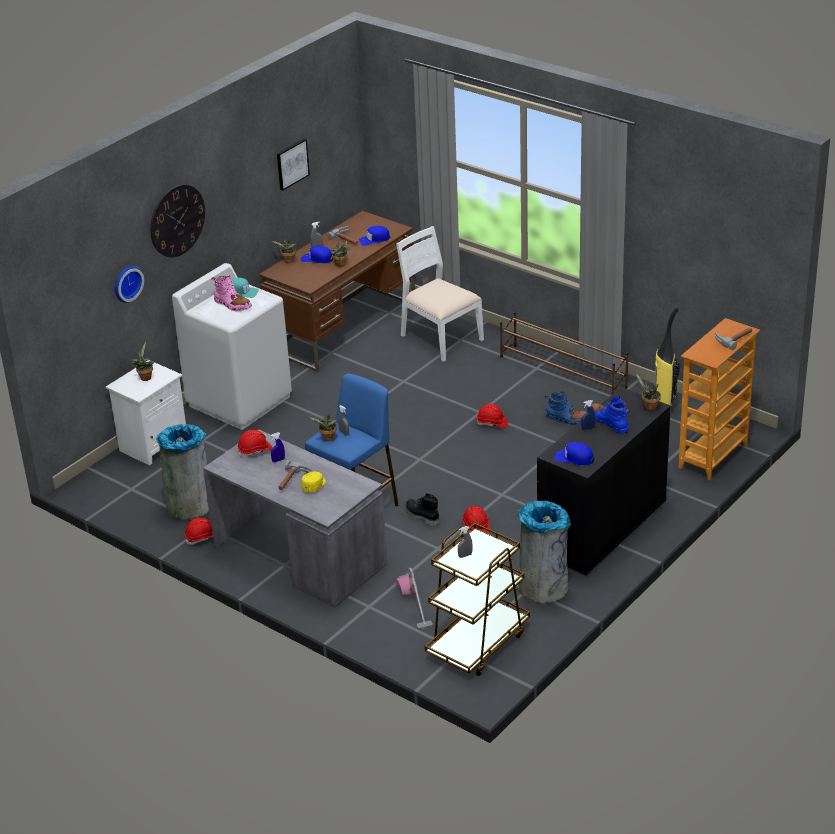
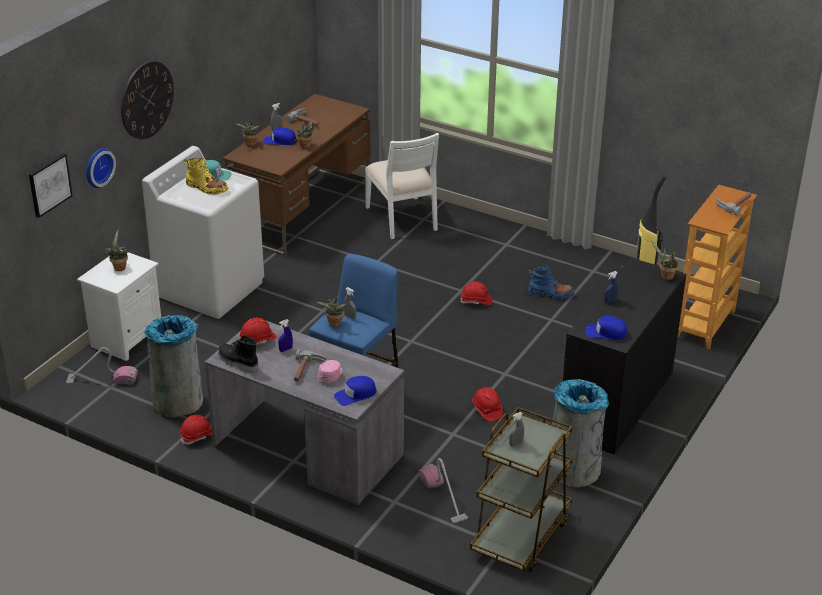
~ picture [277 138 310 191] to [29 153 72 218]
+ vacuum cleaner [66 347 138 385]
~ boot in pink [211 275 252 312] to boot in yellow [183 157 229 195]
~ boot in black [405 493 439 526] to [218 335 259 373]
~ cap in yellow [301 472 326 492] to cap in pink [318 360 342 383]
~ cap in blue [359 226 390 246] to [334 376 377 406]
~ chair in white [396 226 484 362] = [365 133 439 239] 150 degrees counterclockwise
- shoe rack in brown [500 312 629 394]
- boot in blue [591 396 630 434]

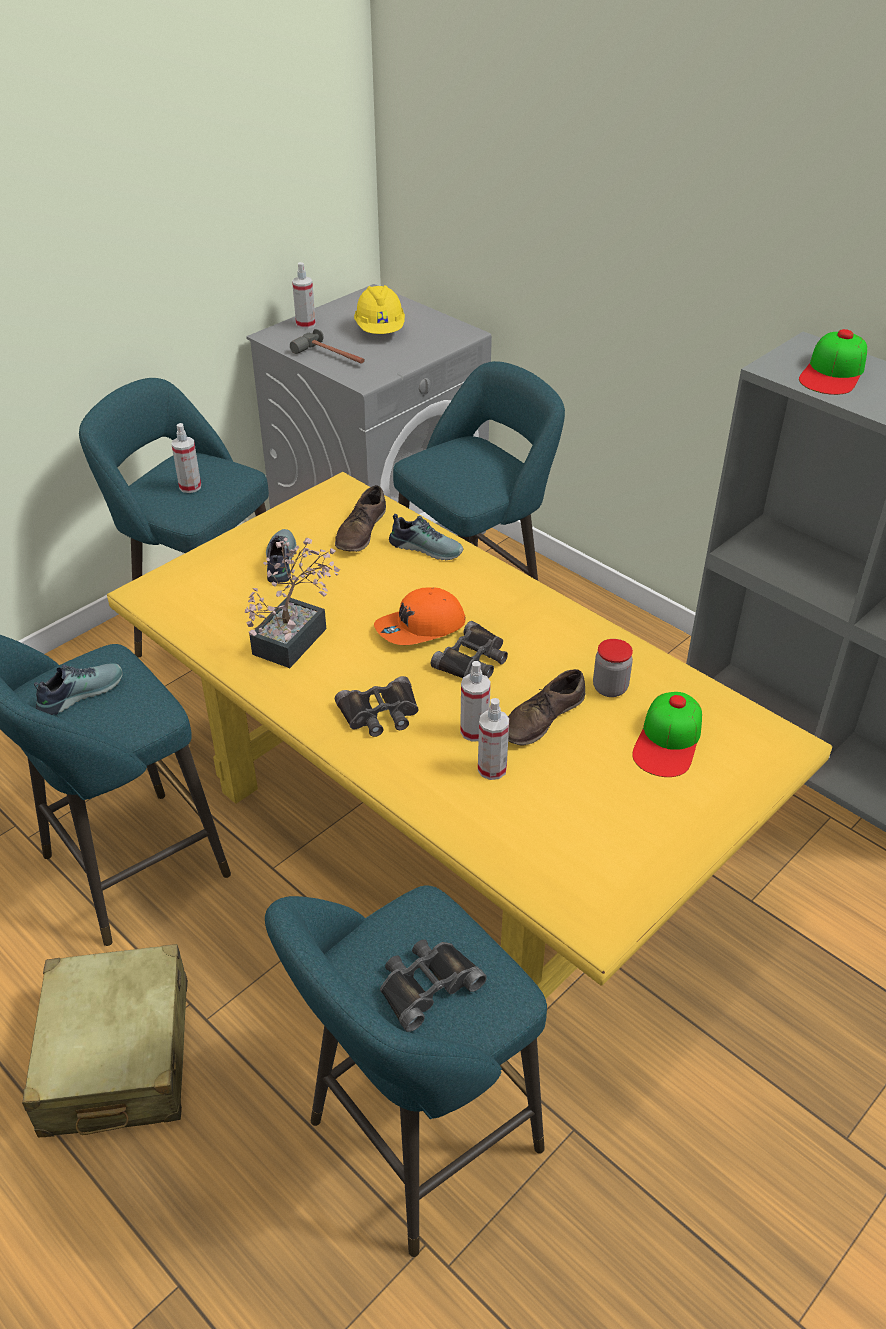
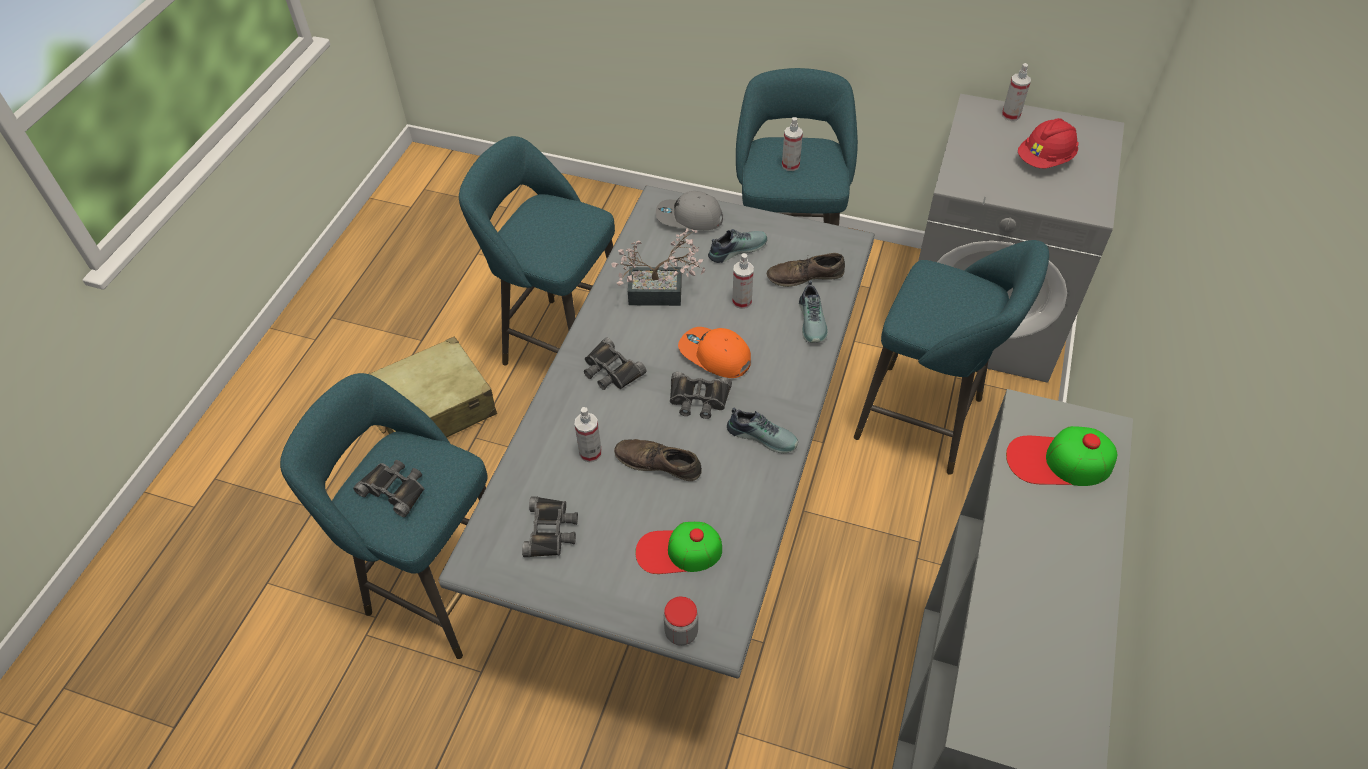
~ dining table in yellow [107 472 832 999] to dining table in grey [438 185 875 679]
+ binoculars in black [522 496 578 557]
+ cap in grey [656 191 723 230]
~ jar [593 639 633 697] to [664 596 698 646]
~ shoe [34 663 123 715] to [727 408 798 453]
~ spray bottle [460 661 491 742] to [732 253 754 309]
~ hard hat in yellow [354 285 405 334] to hard hat in red [1018 118 1079 168]
- hammer [290 329 365 364]

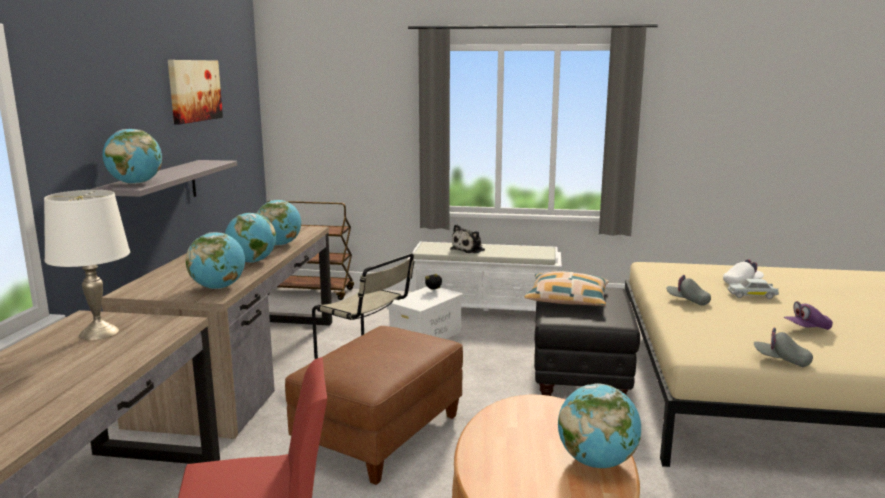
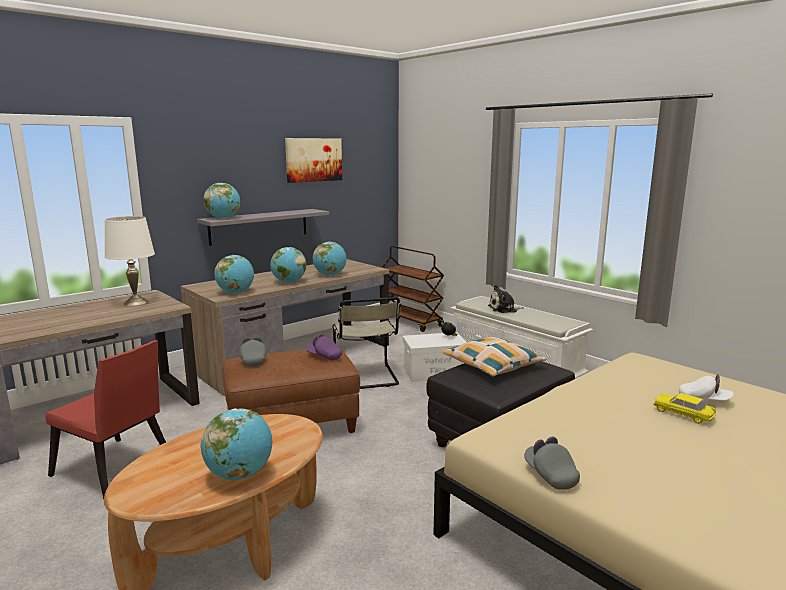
~ cap in grey [666 275 711 306] to [239 337 267 366]
~ cap in purple [784 301 833 330] to [306 333 342 360]
~ toy car in white [728 279 779 299] to toy car in yellow [653 393 716 424]

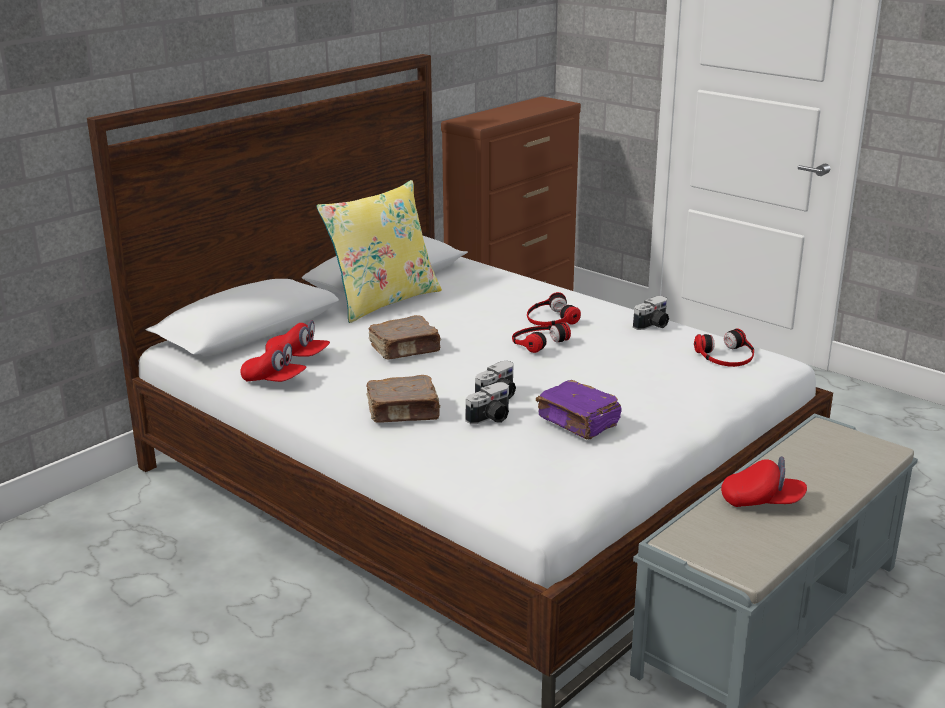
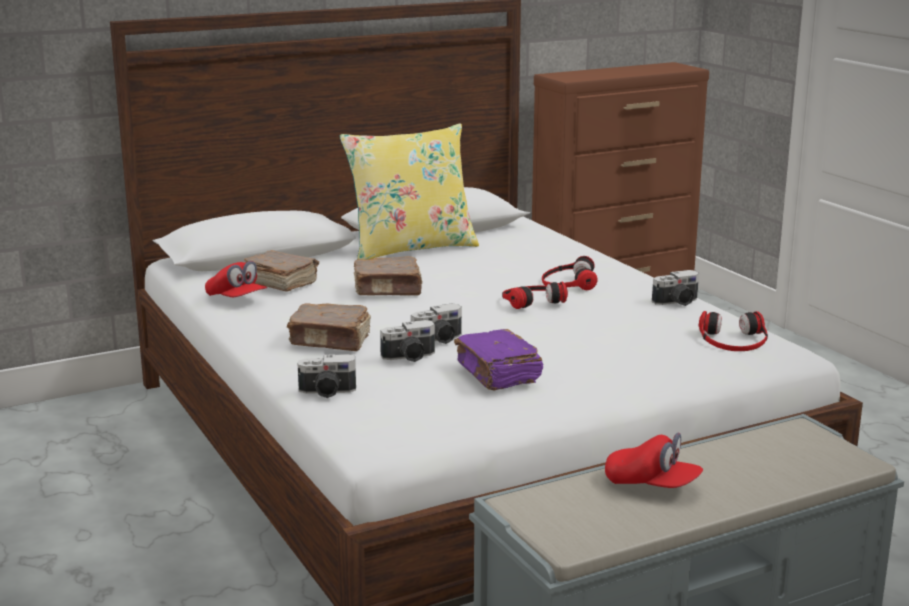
~ cap in red [265 320 330 357] to book in brown [244 250 319 292]
+ photo camera [298 354 356 398]

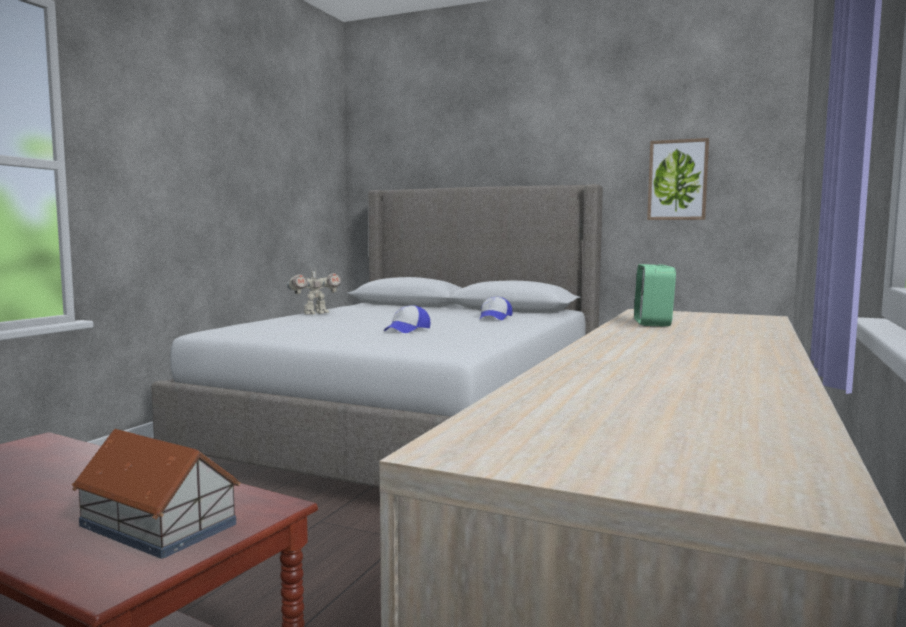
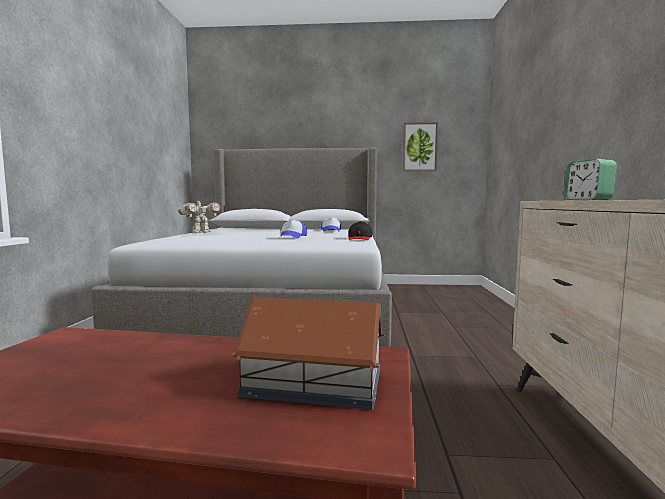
+ cap in black [348 221 372 240]

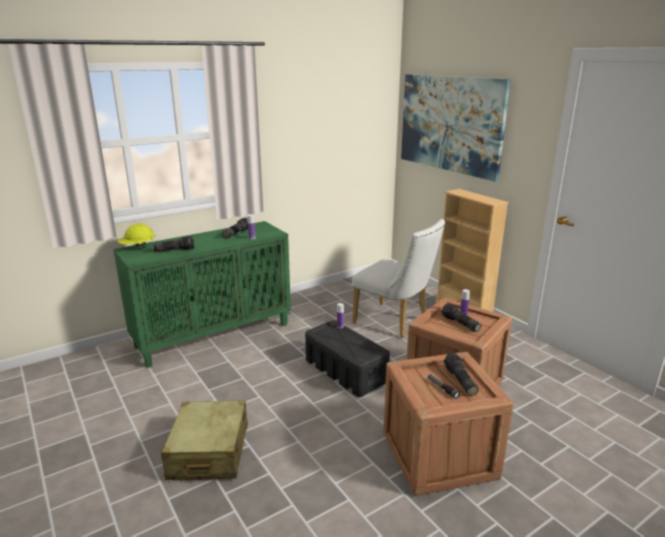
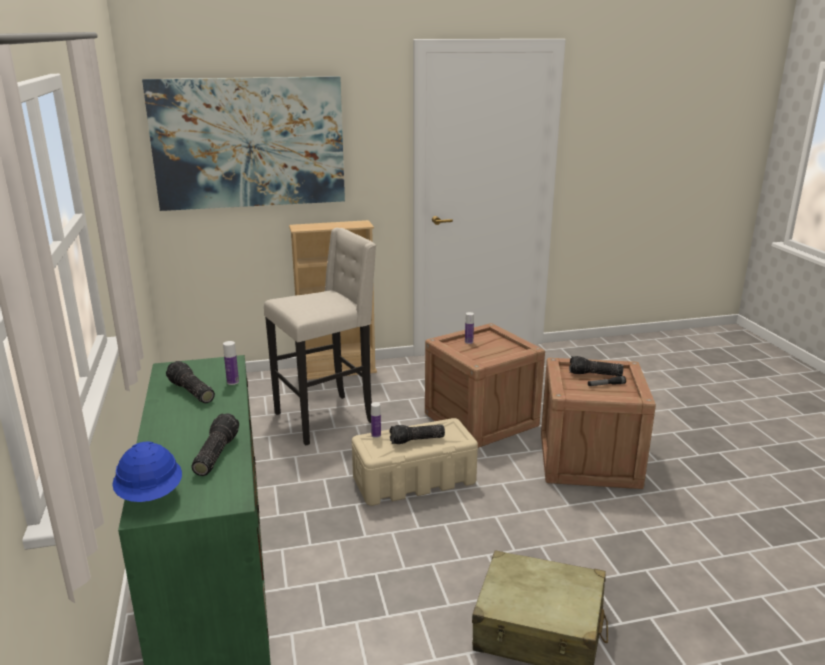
~ hard hat in yellow [118 224 155 249] to hard hat in blue [112 442 182 502]
~ chair in white [352 219 445 338] to stool in beige [264 228 376 445]
~ storage box in black [305 320 390 397] to storage box in beige [352 418 478 506]
~ flashlight [441 303 482 332] to [390 424 445 444]

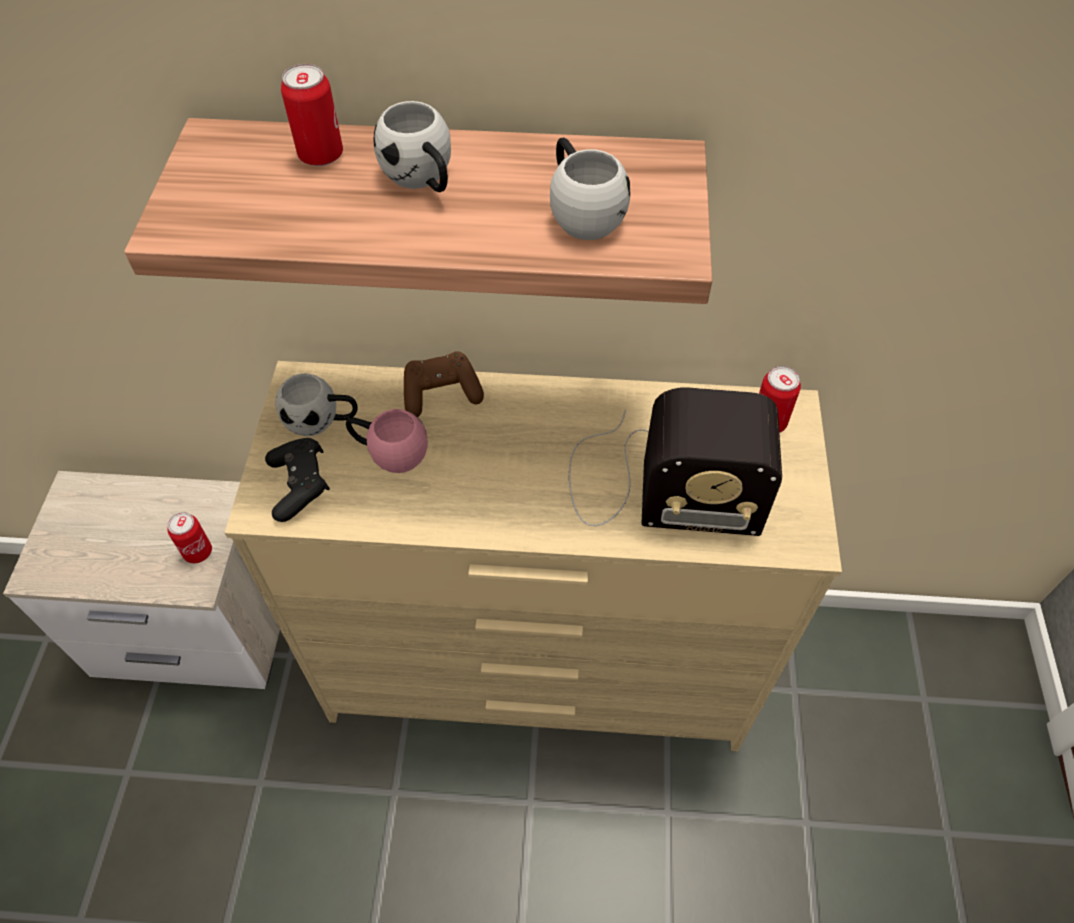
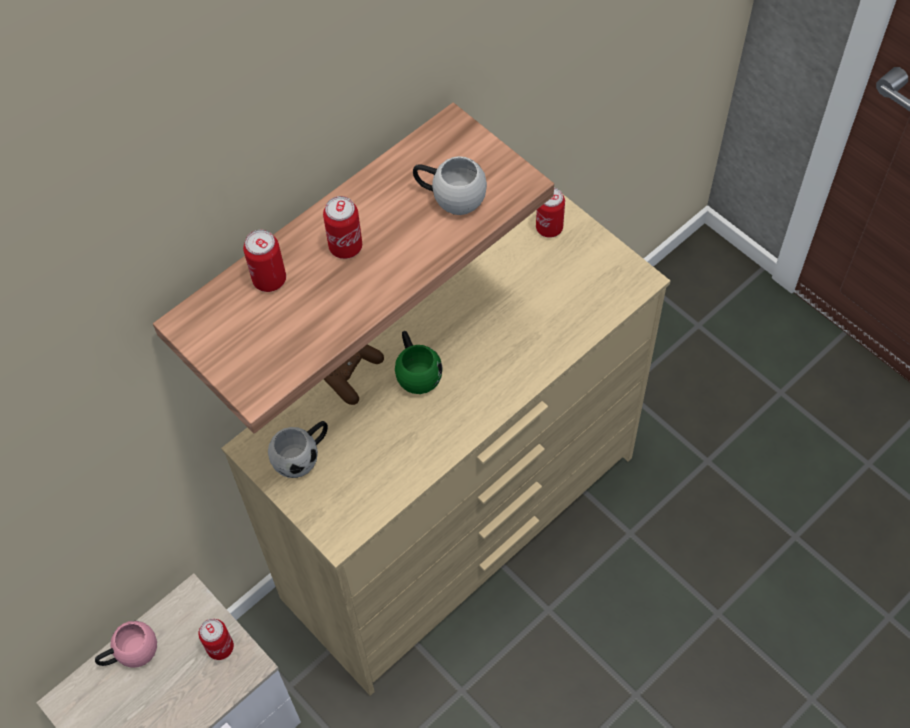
~ mug in pink [346 409 428 473] to [95 621 157 668]
~ mug in white [374 101 451 192] to can [323 196 362 259]
+ mug in green [395 331 442 394]
- game controller in black [265 438 330 522]
- radio [569 387 782 536]

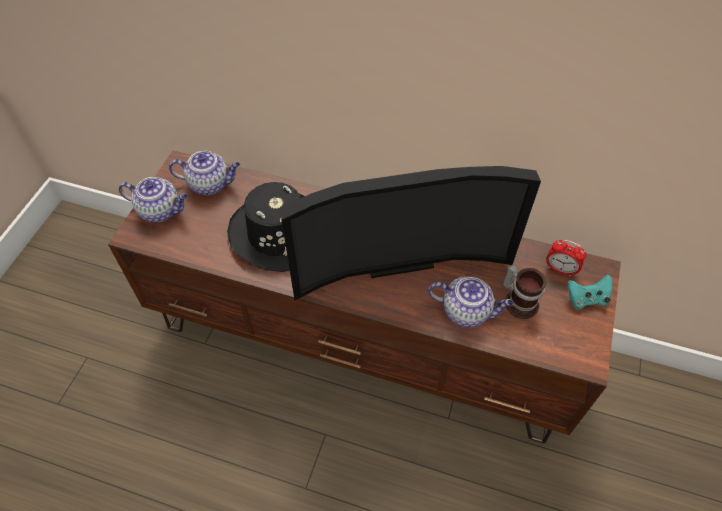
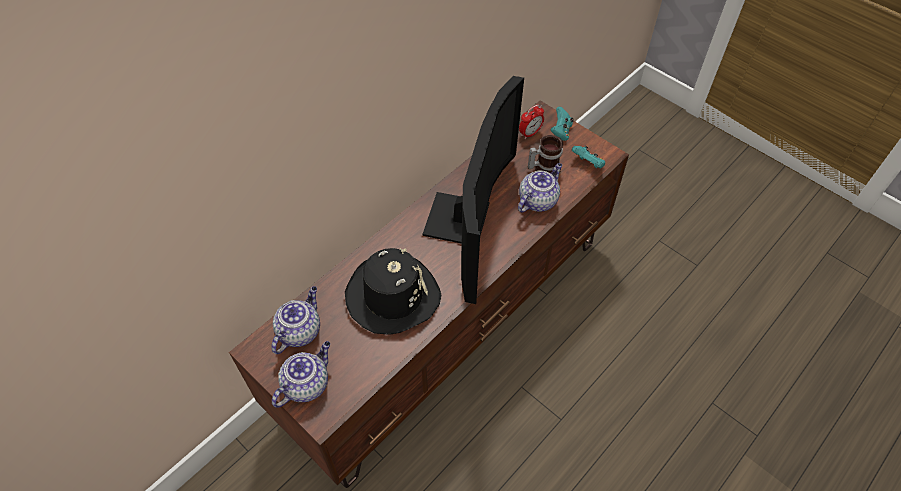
+ game controller in turquoise [572 146 605 168]

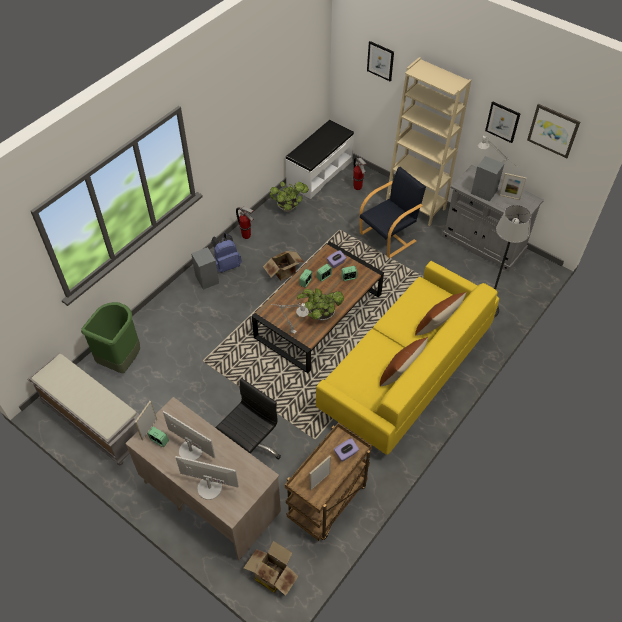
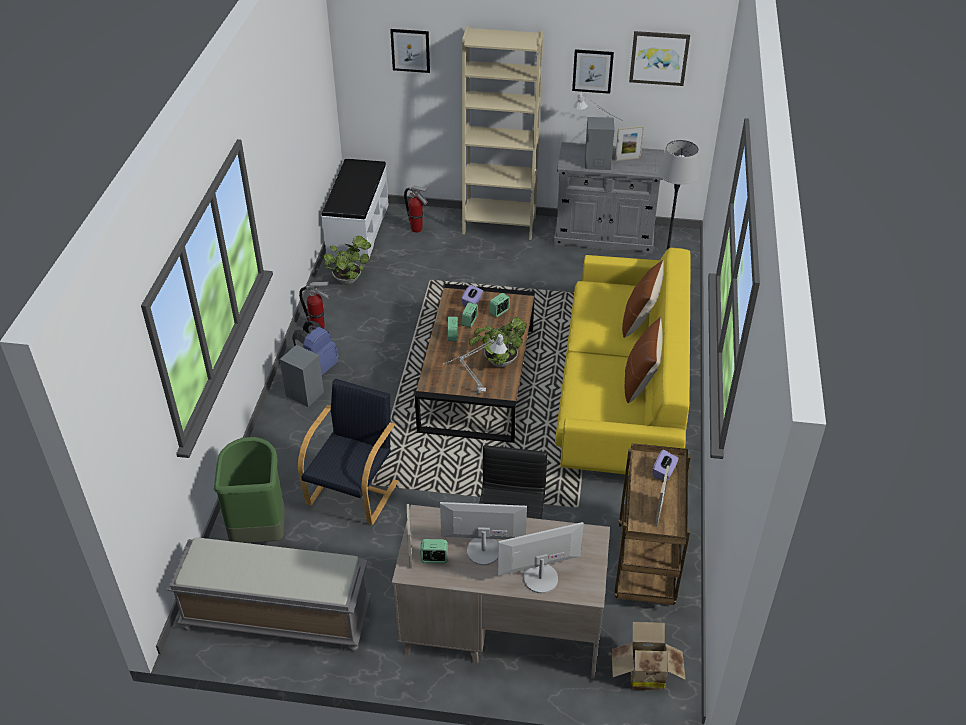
~ armchair in black [360 167 426 258] to [298 378 398 525]
- cardboard box [263 251 305 281]

